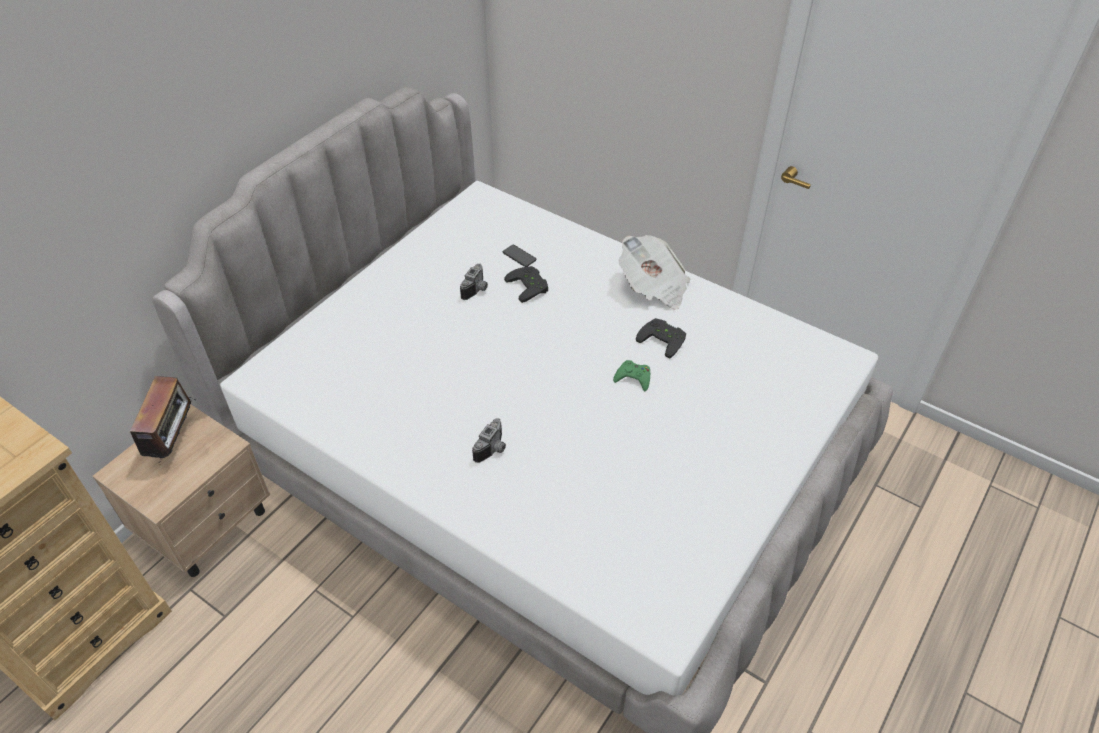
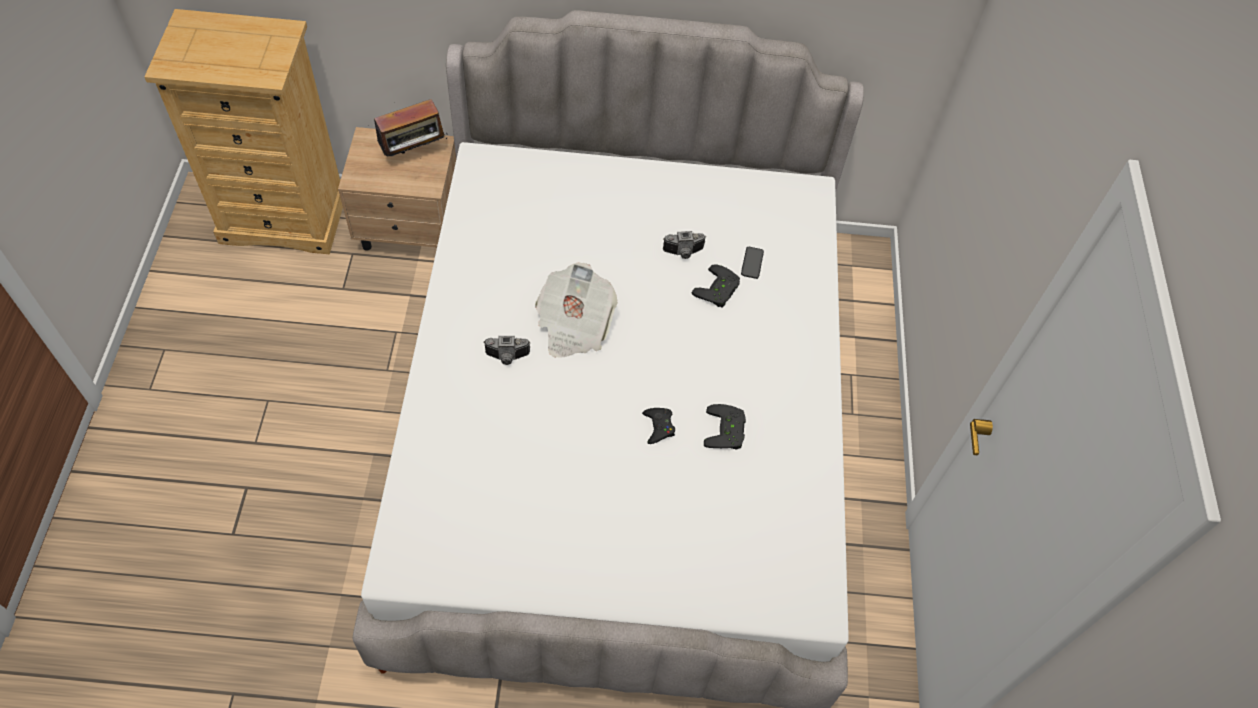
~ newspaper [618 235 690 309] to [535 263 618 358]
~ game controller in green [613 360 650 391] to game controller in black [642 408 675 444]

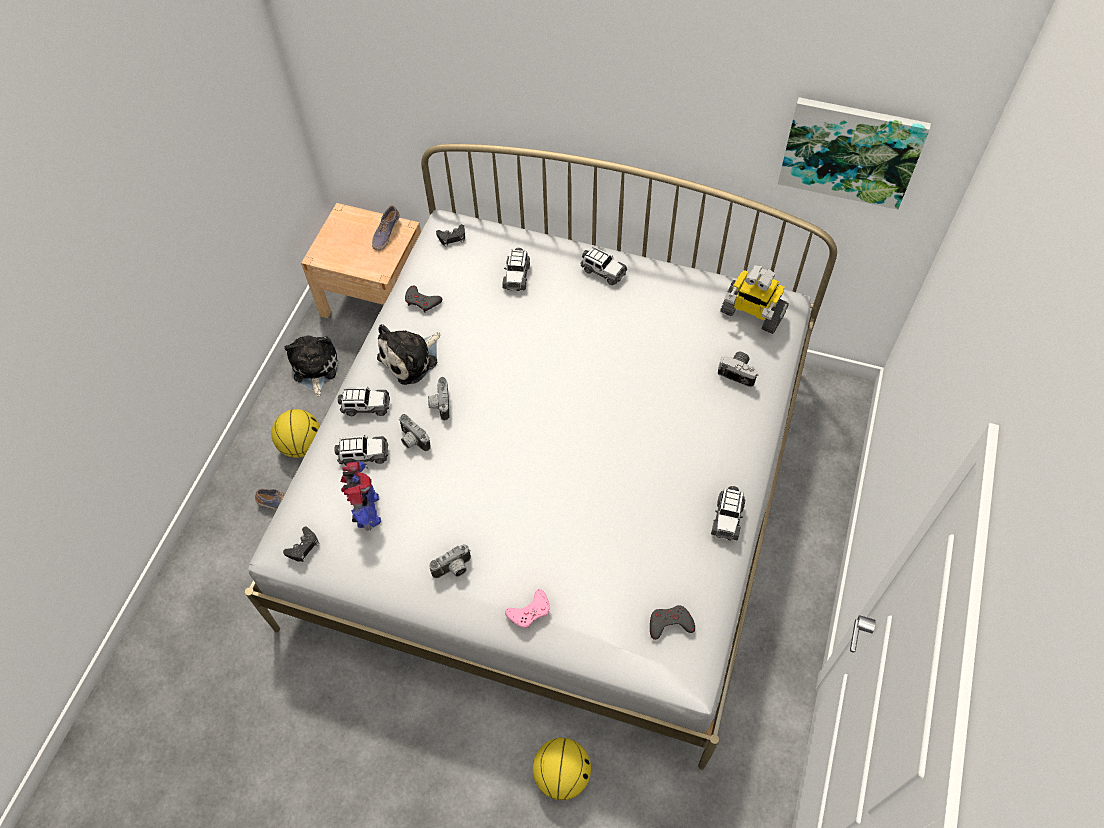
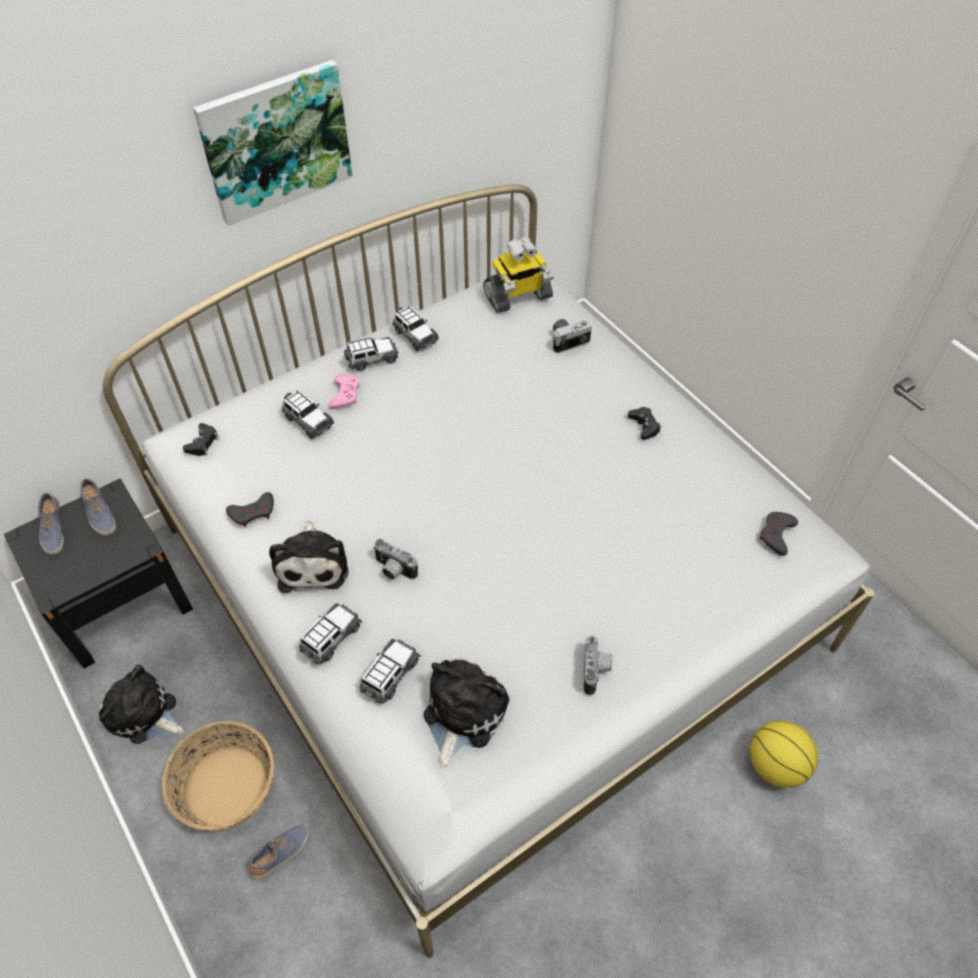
~ nightstand in beige [301 203 421 318] to nightstand in black [4 479 193 669]
+ shoe [38 493 64 555]
~ basketball [271 409 320 458] to basket [162 721 274 831]
~ picture [778 97 931 210] to [193 60 353 226]
~ game controller in pink [505 589 550 628] to [328 374 359 409]
~ toy car [711 486 746 541] to [392 306 439 351]
~ toy robot [341 462 381 531] to plush toy [424 658 509 767]
~ game controller in black [283 526 320 562] to [628 407 661 440]
- photo camera [399 414 431 451]

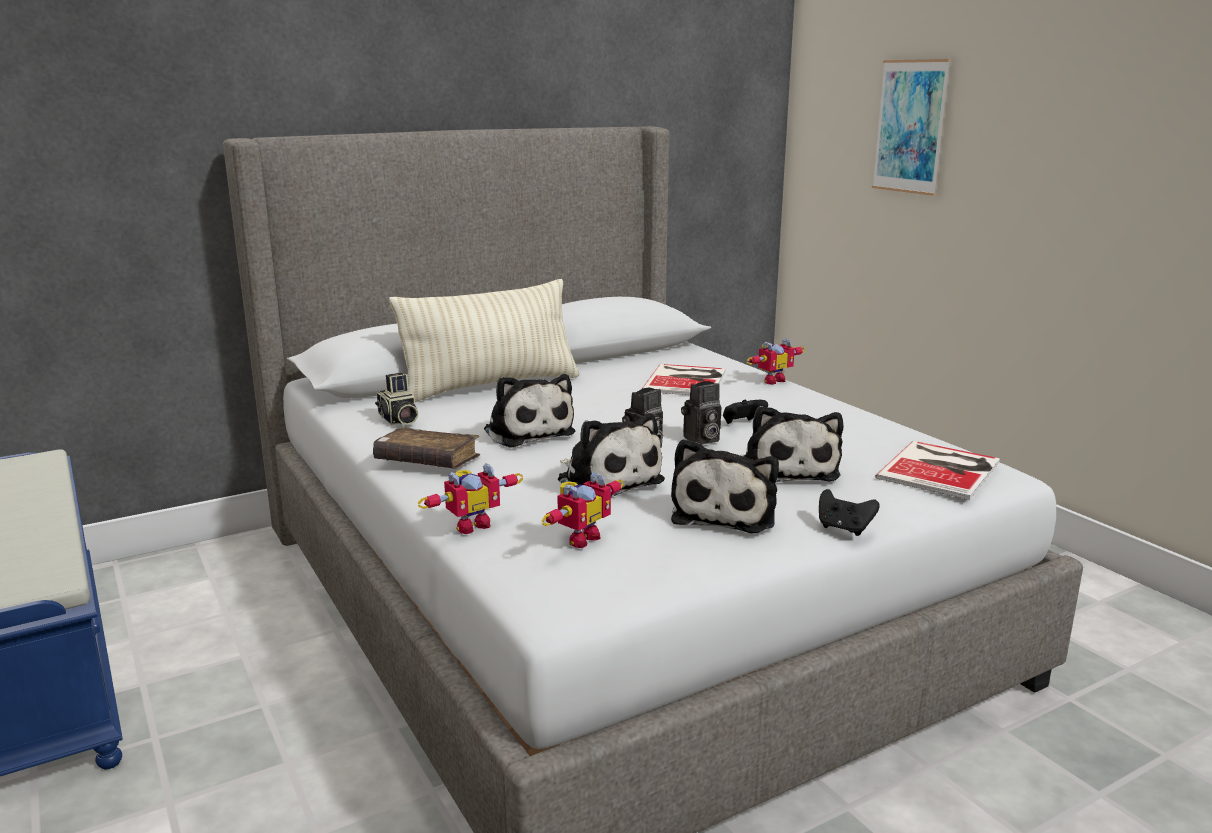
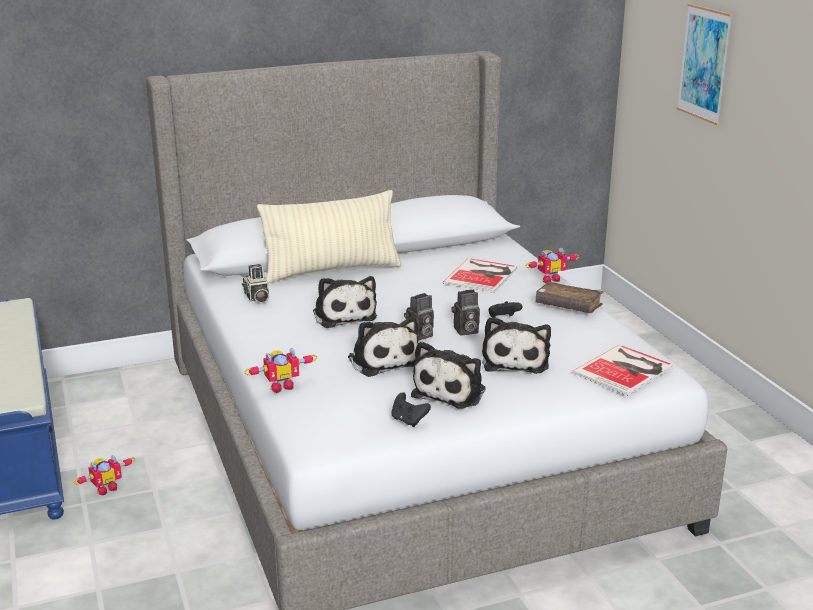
~ toy robot [542 472 623 548] to [73 455 135 495]
~ game controller in black [819 489 880 536] to [391 392 431 427]
~ book in brown [373 427 480 469] to [535 281 603 313]

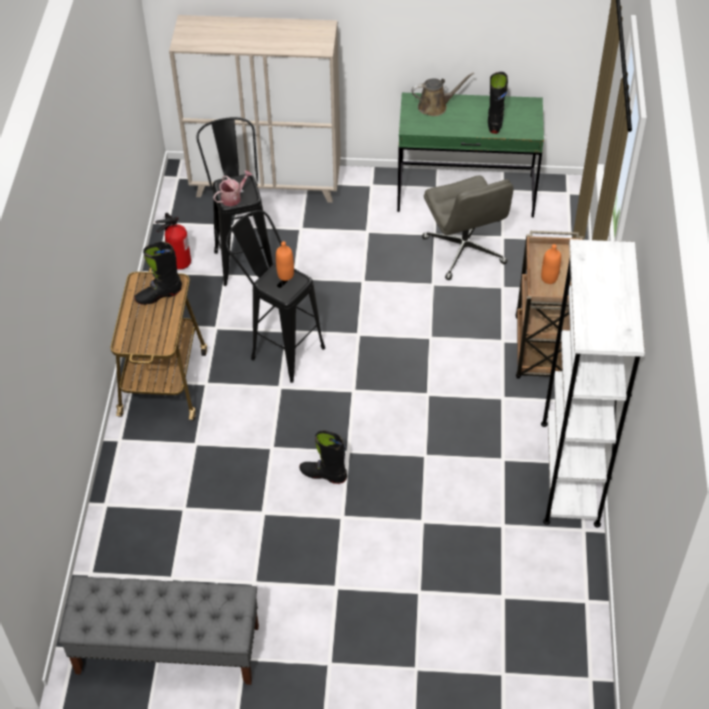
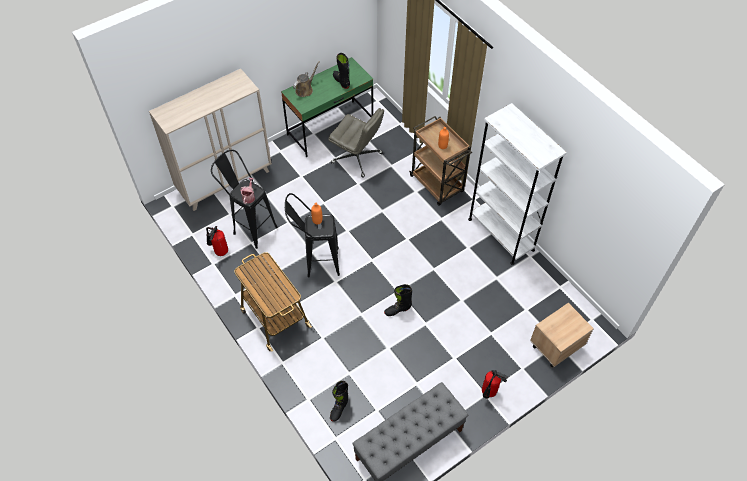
~ boot in black [134 241 182 305] to [330 381 348 422]
+ fire extinguisher [482 370 508 399]
+ nightstand in beige [530 303 594 368]

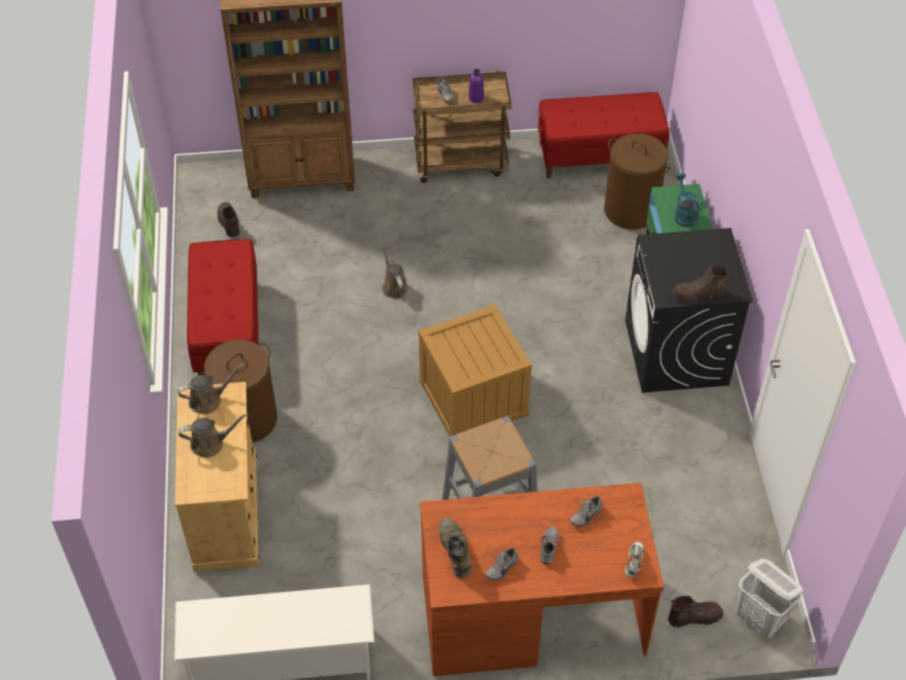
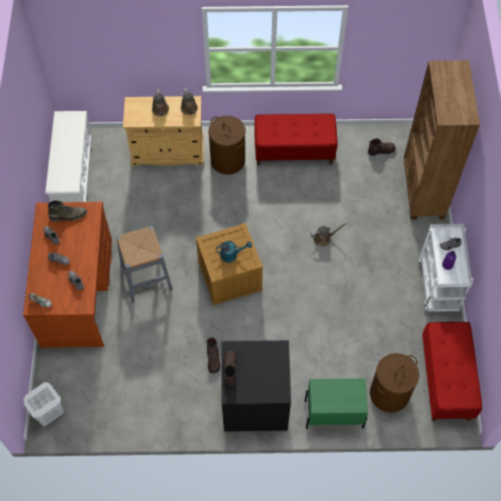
~ boot in brown [668 596 723 627] to [207 337 220 374]
~ watering can in turquoise [674 173 701 227] to [216 241 252 262]
~ cart in brown [412 71 511 183] to cart in white [418 224 473 312]

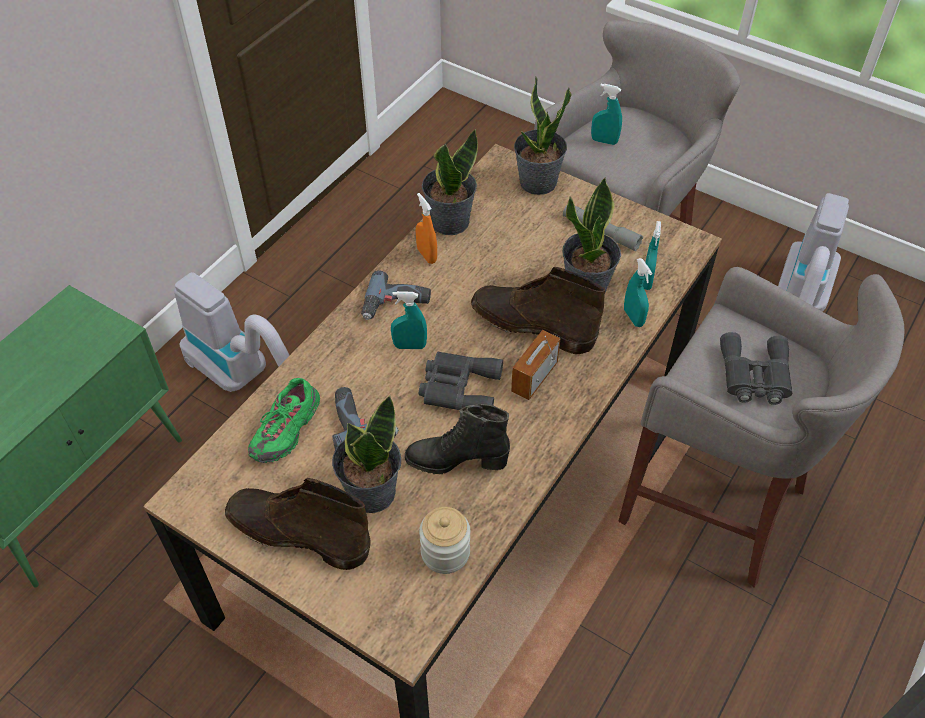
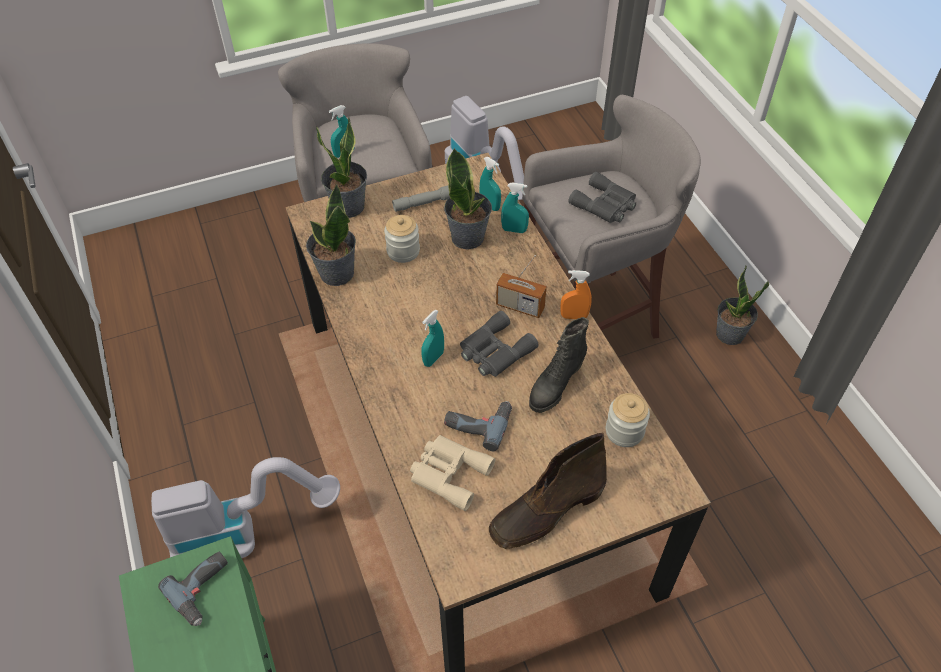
~ power drill [361 270 431 320] to [158 552 228 626]
+ jar [384 215 420 263]
~ shoe in green [248 378 320 463] to binoculars in beige [410 435 496 511]
~ radio [511 330 561 400] = [496 255 547 318] 45 degrees counterclockwise
~ spray bottle in orange [416 193 437 264] to [560 270 592 319]
~ potted plant [332 395 401 513] to [716 266 769 345]
- boot in brown [471 267 605 354]

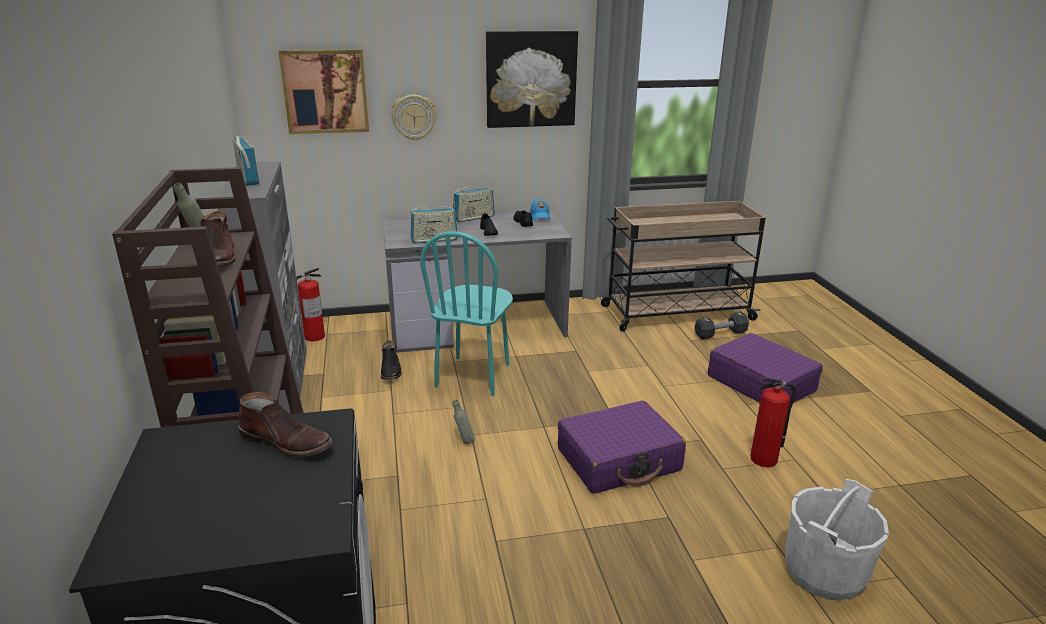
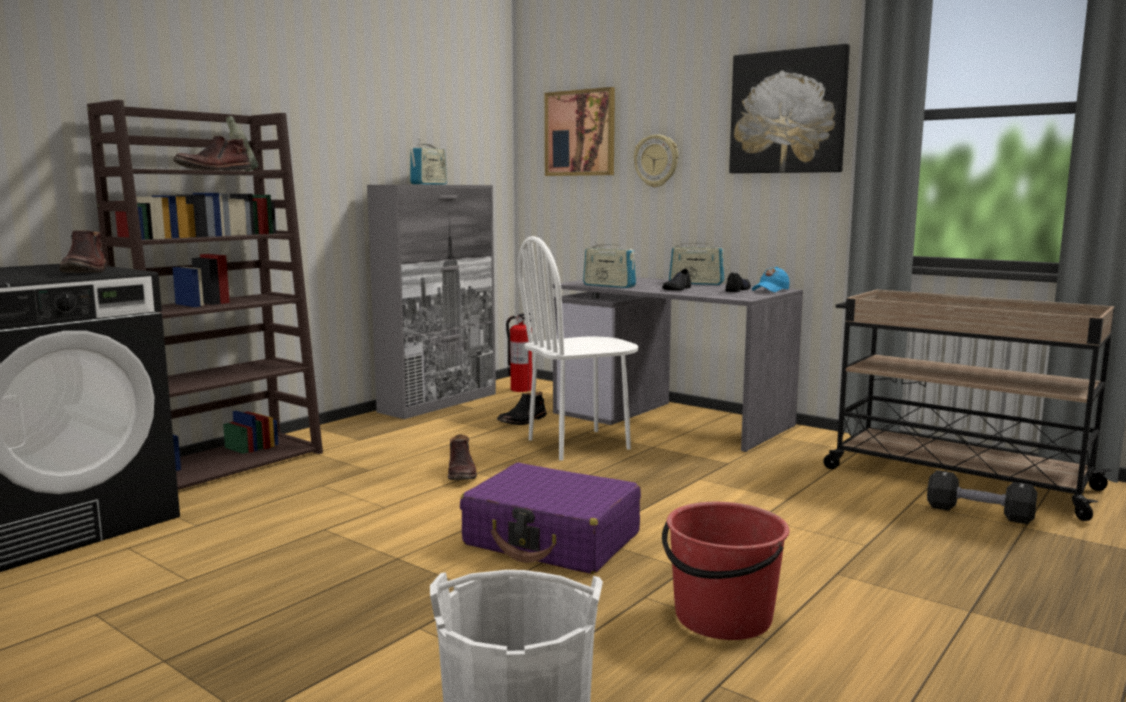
~ bottle in grey [452 400 475 444] to boot in brown [448 435 477 480]
~ chair in turquoise [420 232 513 396] to chair in white [518 236 638 461]
~ fire extinguisher [750 378 797 467] to bucket in red [662 502 790 640]
- suitcase in purple [708 333 823 403]

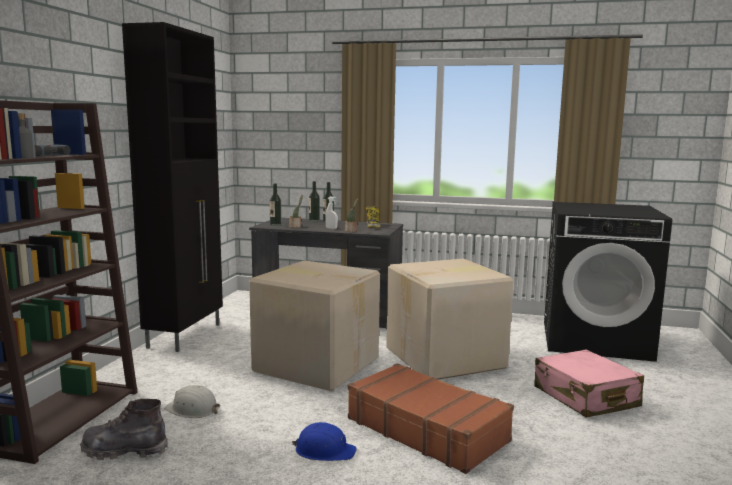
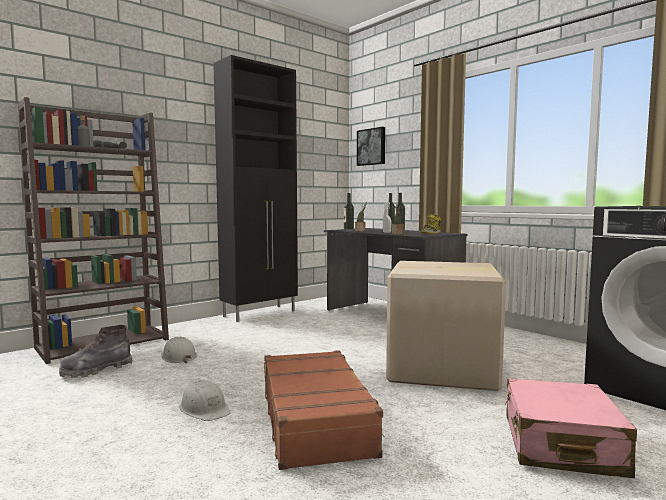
~ boot in grey [80 399 168 460] = [59 325 132 378] 75 degrees counterclockwise
~ hard hat in blue [292 422 357 461] to hard hat in white [179 380 231 421]
+ picture [357 127 385 166]
- cardboard box [249 260 380 391]

